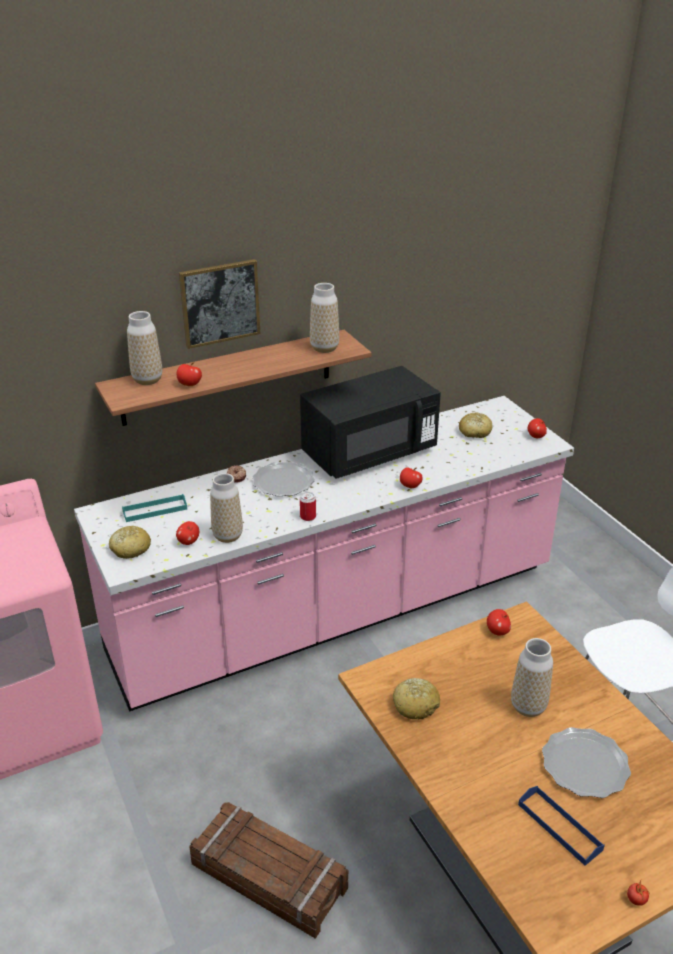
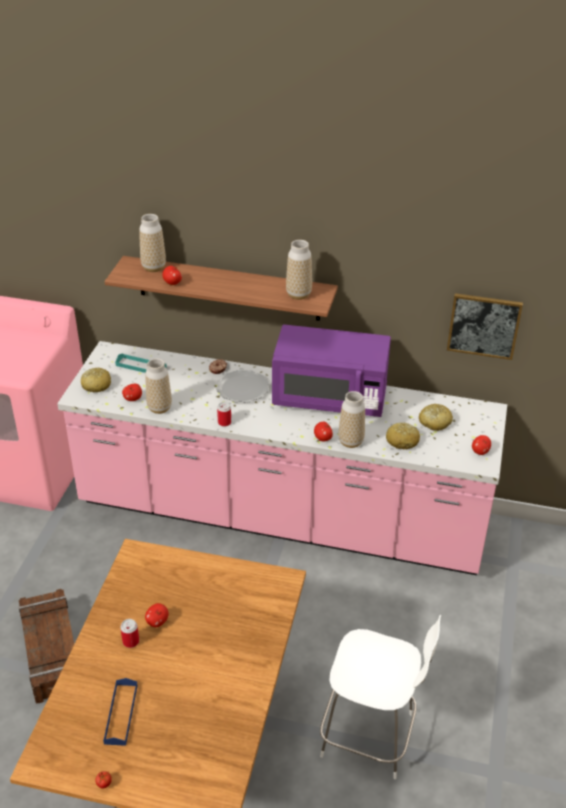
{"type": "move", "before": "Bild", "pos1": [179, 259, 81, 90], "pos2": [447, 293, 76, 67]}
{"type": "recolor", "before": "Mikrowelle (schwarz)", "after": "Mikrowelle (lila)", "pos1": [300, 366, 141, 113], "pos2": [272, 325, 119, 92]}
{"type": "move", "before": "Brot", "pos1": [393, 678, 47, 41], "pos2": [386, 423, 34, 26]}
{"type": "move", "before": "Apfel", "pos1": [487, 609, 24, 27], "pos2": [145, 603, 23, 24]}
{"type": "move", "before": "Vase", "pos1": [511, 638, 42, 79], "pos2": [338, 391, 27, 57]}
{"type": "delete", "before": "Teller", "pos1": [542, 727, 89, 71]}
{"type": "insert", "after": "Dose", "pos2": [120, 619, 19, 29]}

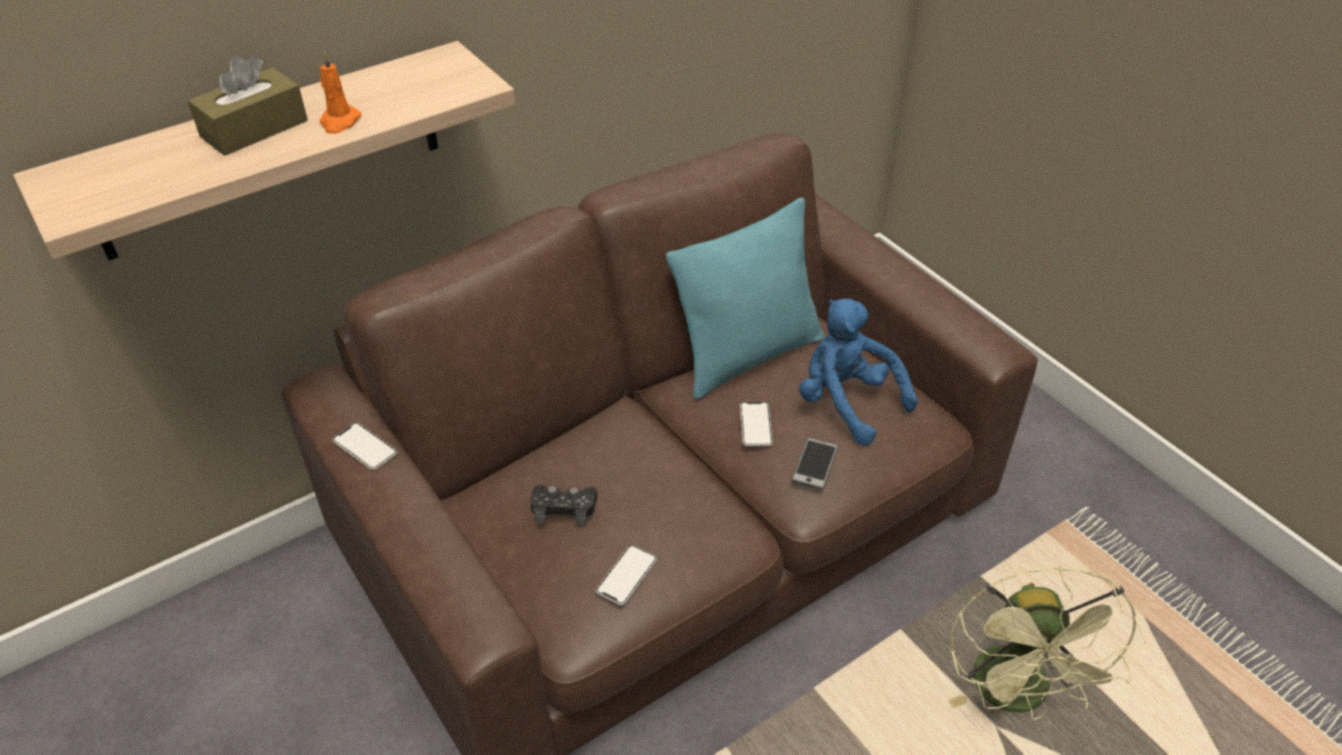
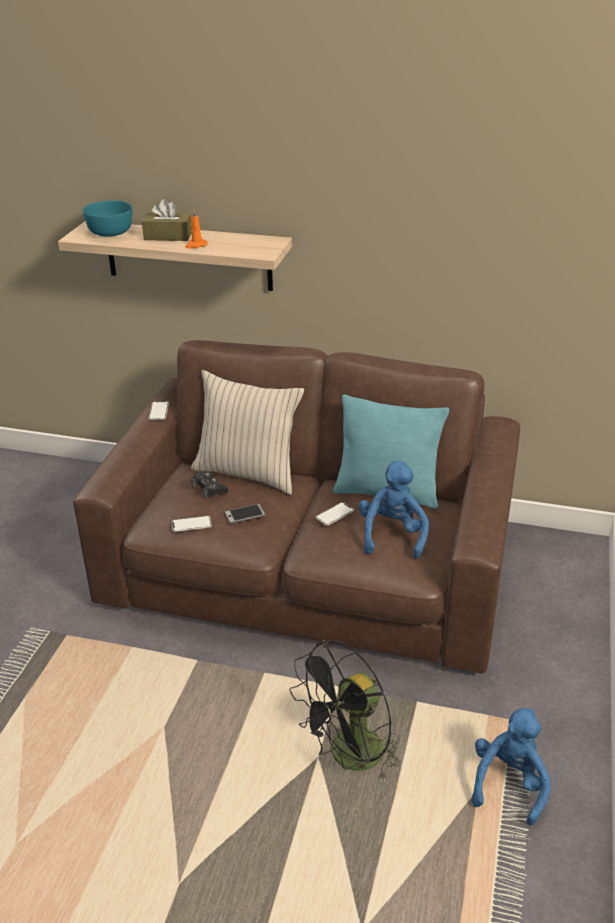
{"type": "move", "before": "Handy", "pos1": [791, 437, 48, 53], "pos2": [224, 504, 42, 20]}
{"type": "recolor", "before": "Ventilator (grün)", "after": "Ventilator (schwarz)", "pos1": [948, 566, 198, 154], "pos2": [290, 639, 110, 142]}
{"type": "insert", "after": "Schüssel (türkis)", "pos2": [83, 200, 49, 37]}
{"type": "insert", "after": "Kissen (beige)", "pos2": [191, 370, 114, 125]}
{"type": "insert", "after": "Plüschtier (blau)", "pos2": [472, 708, 79, 118]}

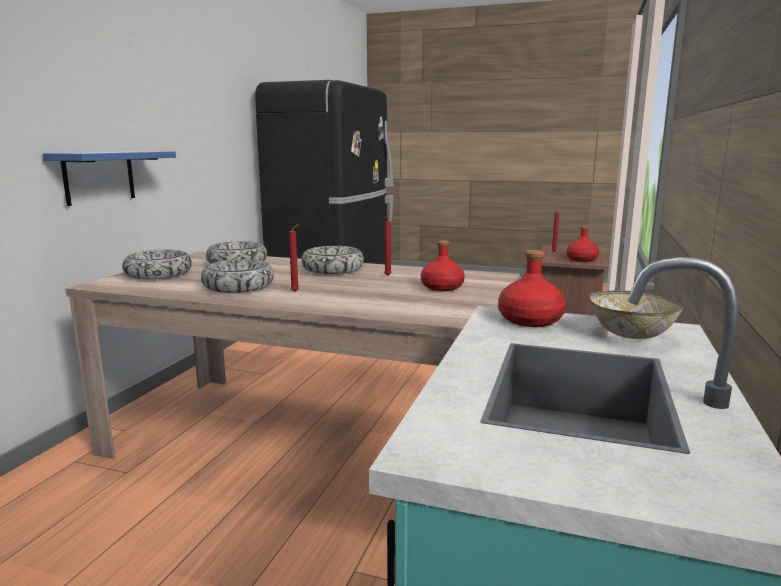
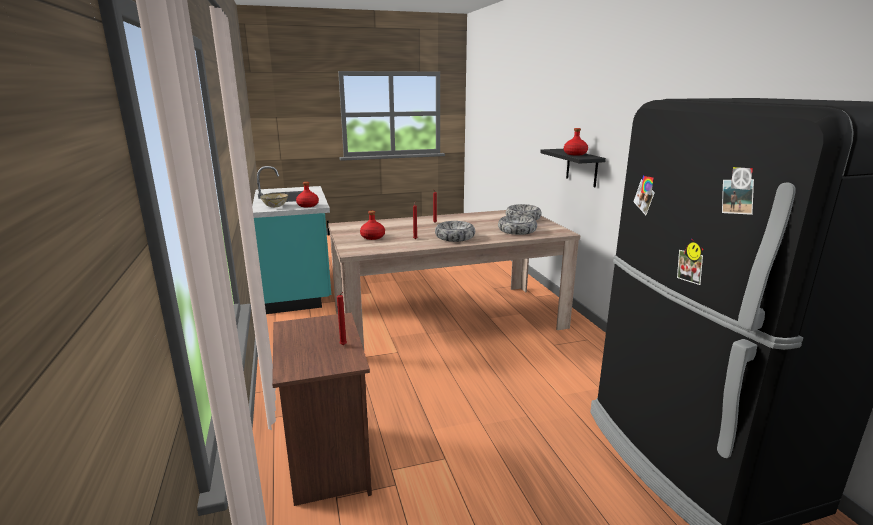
{"type": "recolor", "before": "Wandregal (blau)", "after": "Wandregal (schwarz)", "pos1": [43, 151, 133, 55], "pos2": [540, 149, 66, 38]}
{"type": "delete", "before": "Schüssel", "pos1": [201, 259, 73, 34]}
{"type": "move", "before": "Flasche (rot)", "pos1": [566, 226, 33, 36], "pos2": [564, 128, 24, 27]}

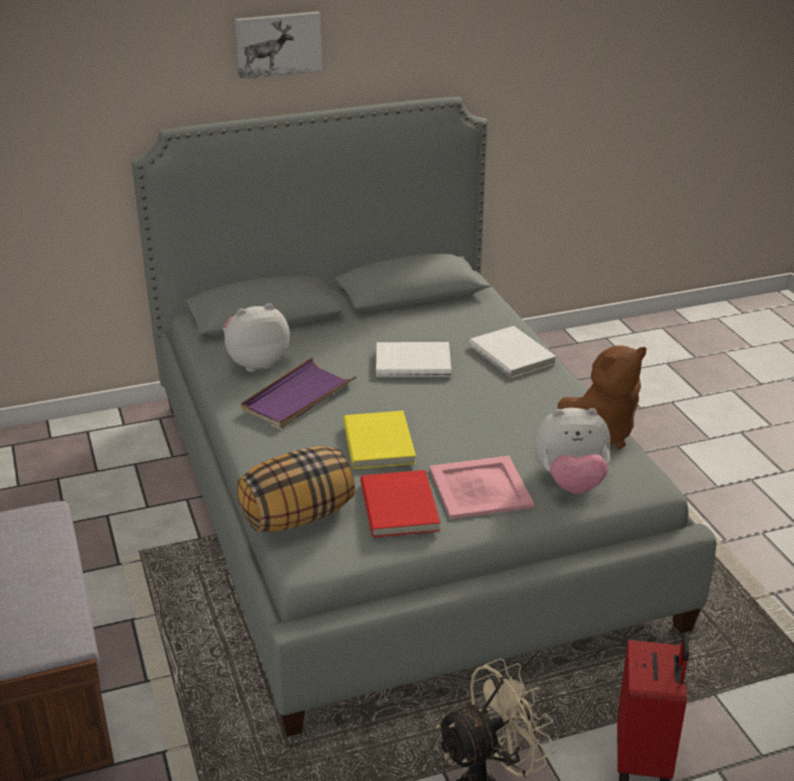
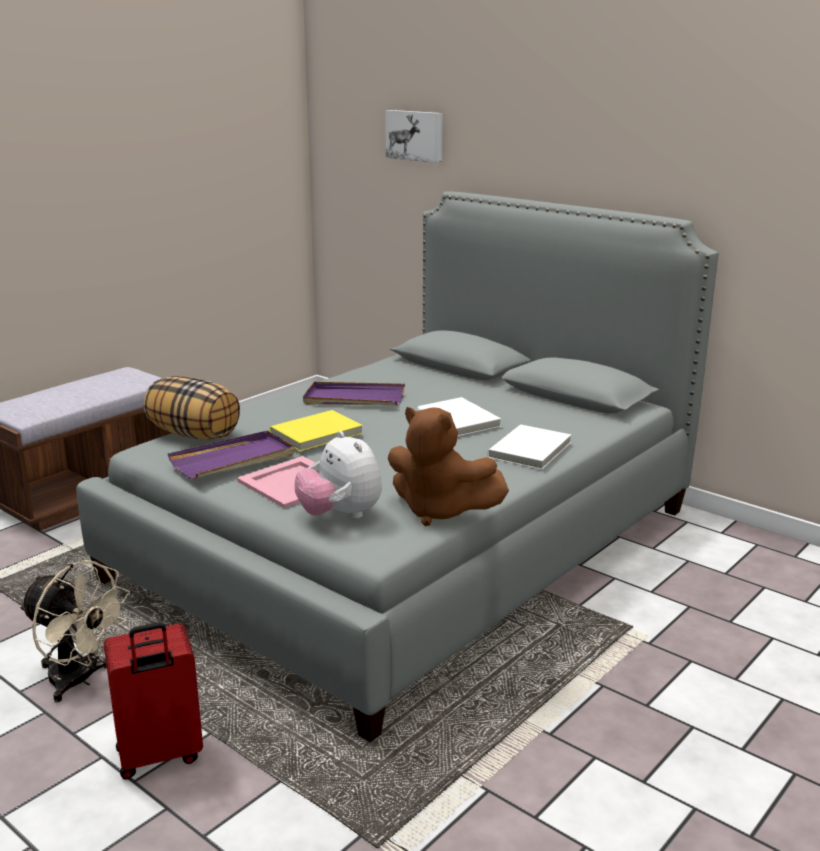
{"type": "delete", "before": "Plüschtier", "pos1": [223, 303, 67, 69]}
{"type": "move", "before": "Bild", "pos1": [235, 11, 87, 68], "pos2": [385, 110, 58, 53]}
{"type": "replace", "before": "Buch (rot)", "after": "Tablett (lila)", "pos1": [360, 470, 80, 67], "pos2": [167, 431, 128, 48]}

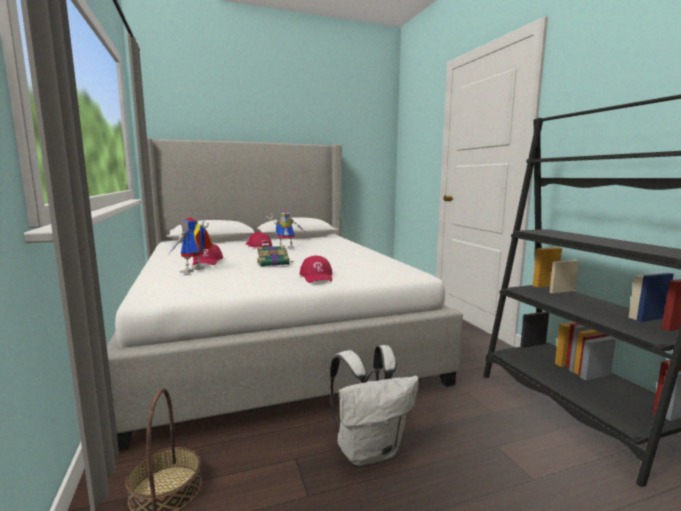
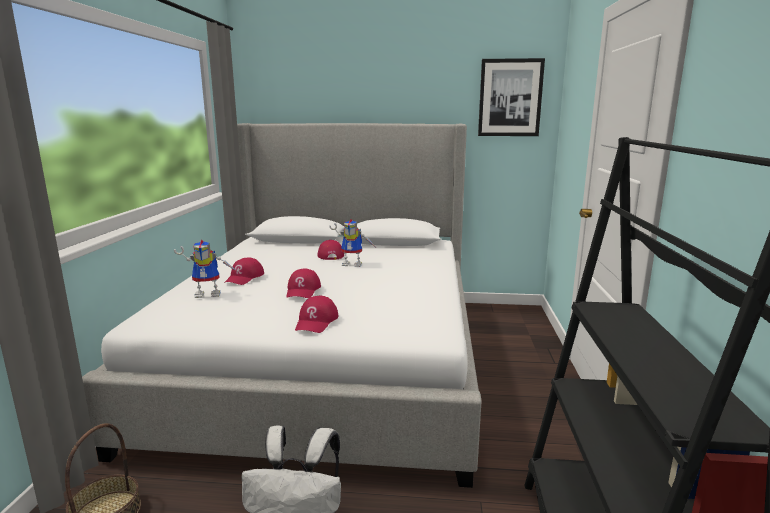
{"type": "rotate", "before": "Spielzeugroboter", "pos1": [169, 217, 44, 56], "pos2": [174, 240, 62, 58], "turn": -150}
{"type": "replace", "before": "Buch", "after": "Kappe (rot)", "pos1": [257, 245, 35, 22], "pos2": [286, 268, 35, 30]}
{"type": "insert", "after": "Bild", "pos2": [478, 58, 67, 78]}

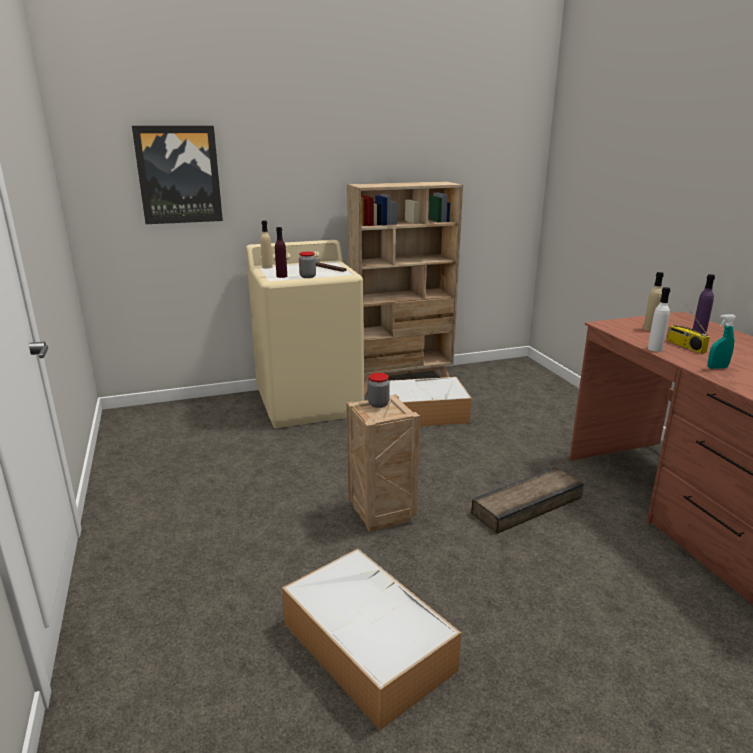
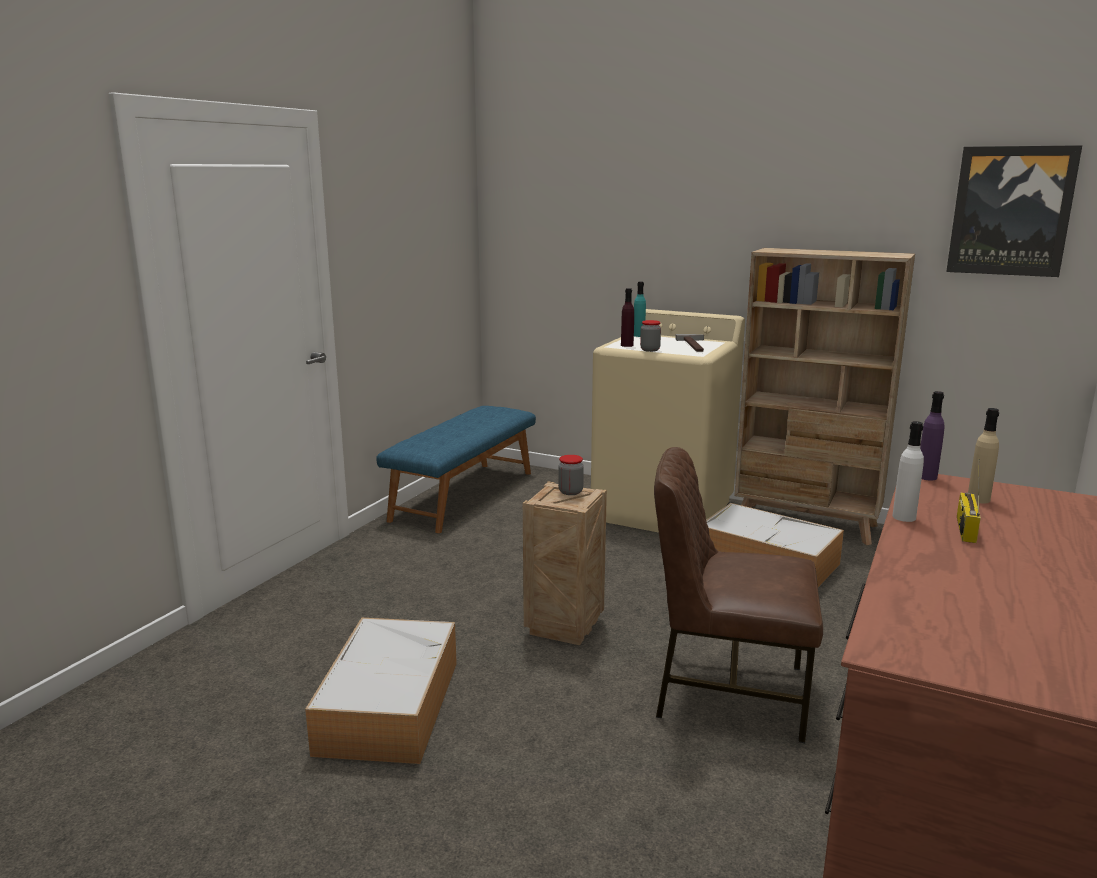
{"type": "move", "before": "Bild", "pos1": [132, 126, 91, 98], "pos2": [946, 145, 136, 132]}
{"type": "recolor", "before": "Flasche (beige)", "after": "Flasche (türkis)", "pos1": [260, 221, 13, 47], "pos2": [634, 281, 12, 56]}
{"type": "replace", "before": "Kiste", "after": "Stuhl (braun)", "pos1": [471, 467, 113, 67], "pos2": [654, 447, 169, 296]}
{"type": "move", "before": "Flasche (lila)", "pos1": [693, 274, 22, 60], "pos2": [920, 391, 25, 89]}
{"type": "delete", "before": "Sprühflasche (türkis)", "pos1": [708, 314, 29, 55]}
{"type": "insert", "after": "Bank (blau)", "pos2": [376, 406, 160, 127]}

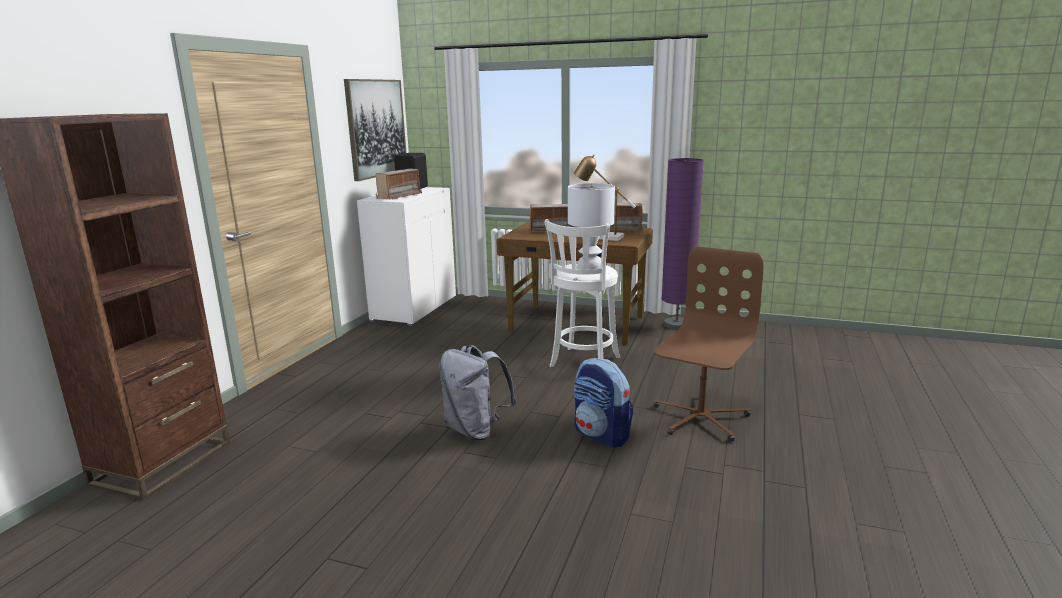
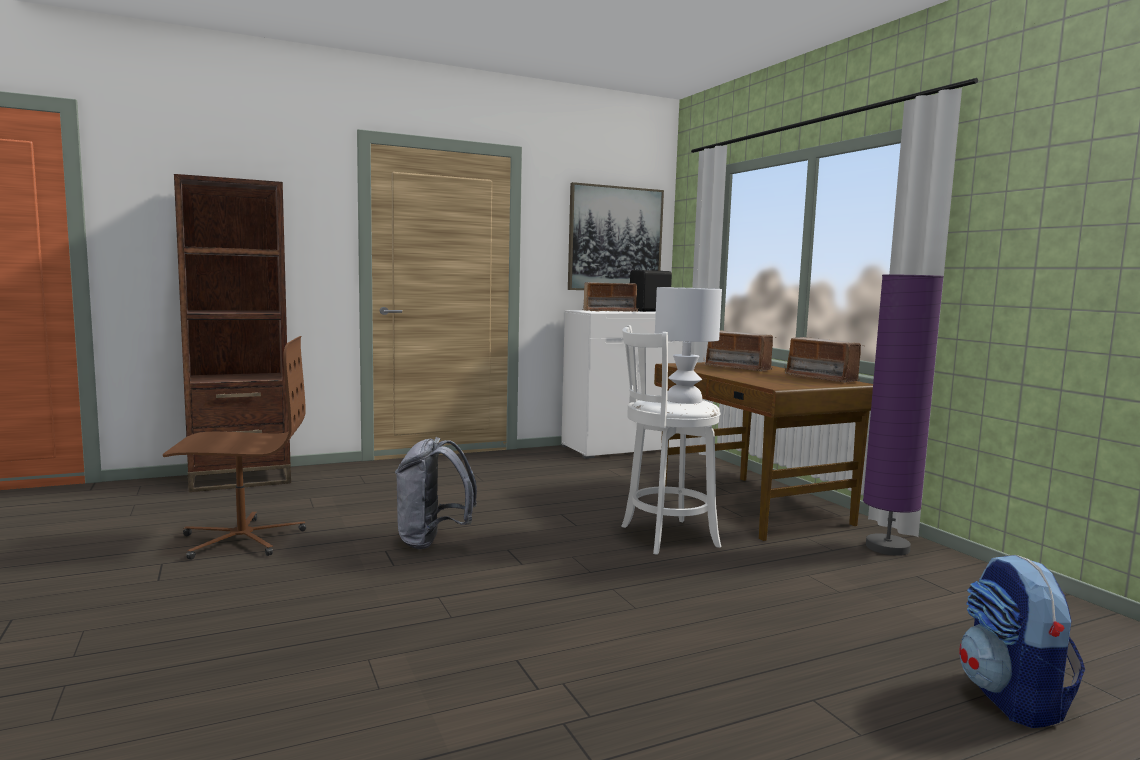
{"type": "delete", "before": "Tischlampe", "pos1": [574, 154, 62, 87]}
{"type": "move", "before": "Rucksack", "pos1": [574, 358, 59, 90], "pos2": [959, 555, 126, 173]}
{"type": "move", "before": "Bürostuhl (braun)", "pos1": [653, 246, 111, 196], "pos2": [163, 336, 143, 224]}

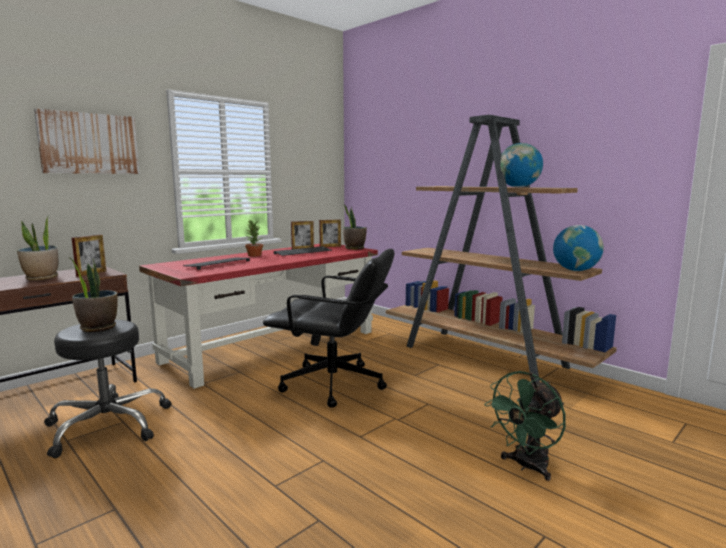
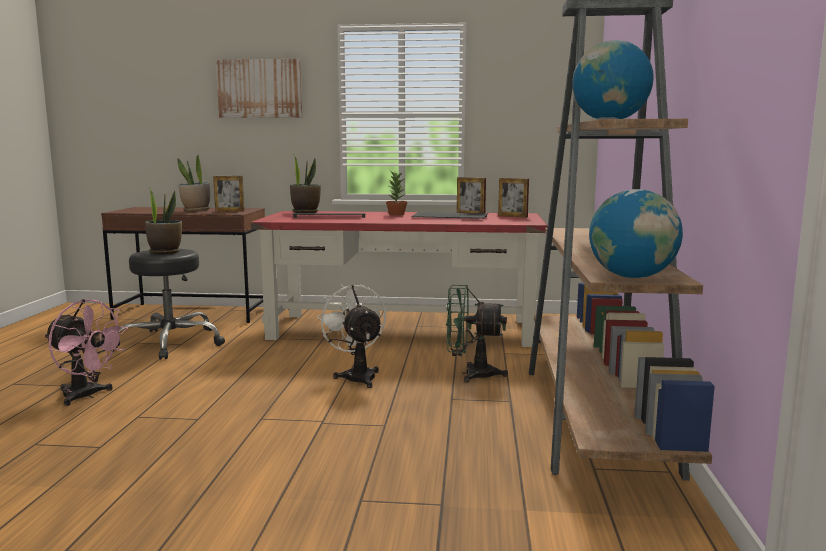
{"type": "replace", "before": "Bürostuhl (schwarz)", "after": "Ventilator (weiß)", "pos1": [263, 249, 131, 159], "pos2": [317, 284, 69, 104]}
{"type": "move", "before": "Topfpflanze", "pos1": [343, 205, 24, 44], "pos2": [290, 156, 31, 57]}
{"type": "move", "before": "Ventilator (grün)", "pos1": [484, 371, 82, 110], "pos2": [446, 284, 62, 98]}
{"type": "insert", "after": "Ventilator (rosa)", "pos2": [44, 299, 84, 107]}

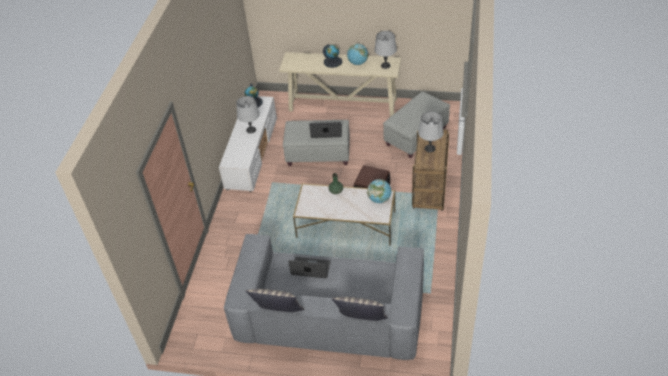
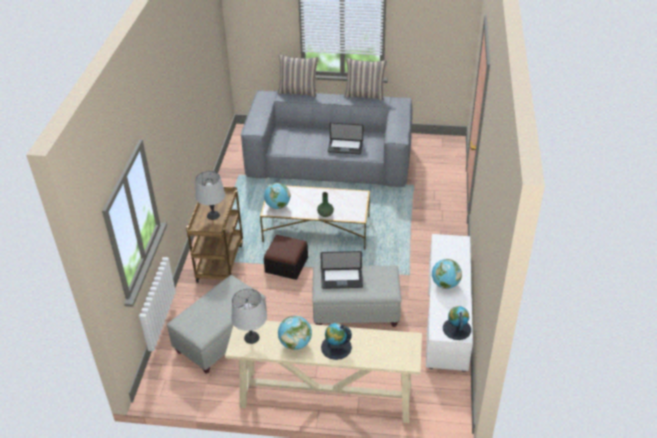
{"type": "replace", "before": "Tischlampe (grau)", "after": "Globus", "pos1": [236, 96, 24, 37], "pos2": [432, 259, 30, 30]}

